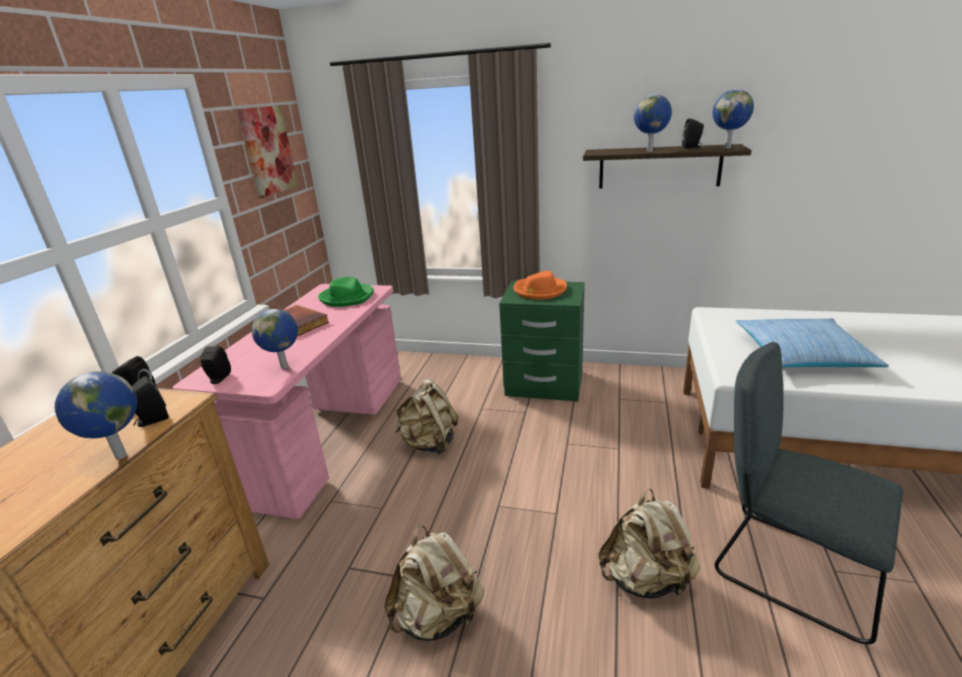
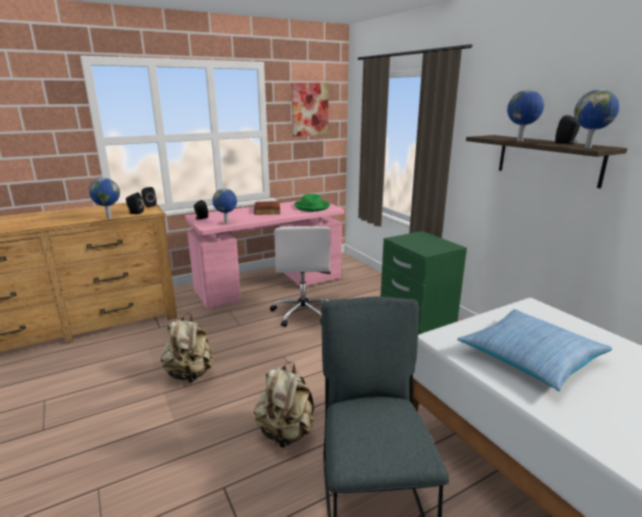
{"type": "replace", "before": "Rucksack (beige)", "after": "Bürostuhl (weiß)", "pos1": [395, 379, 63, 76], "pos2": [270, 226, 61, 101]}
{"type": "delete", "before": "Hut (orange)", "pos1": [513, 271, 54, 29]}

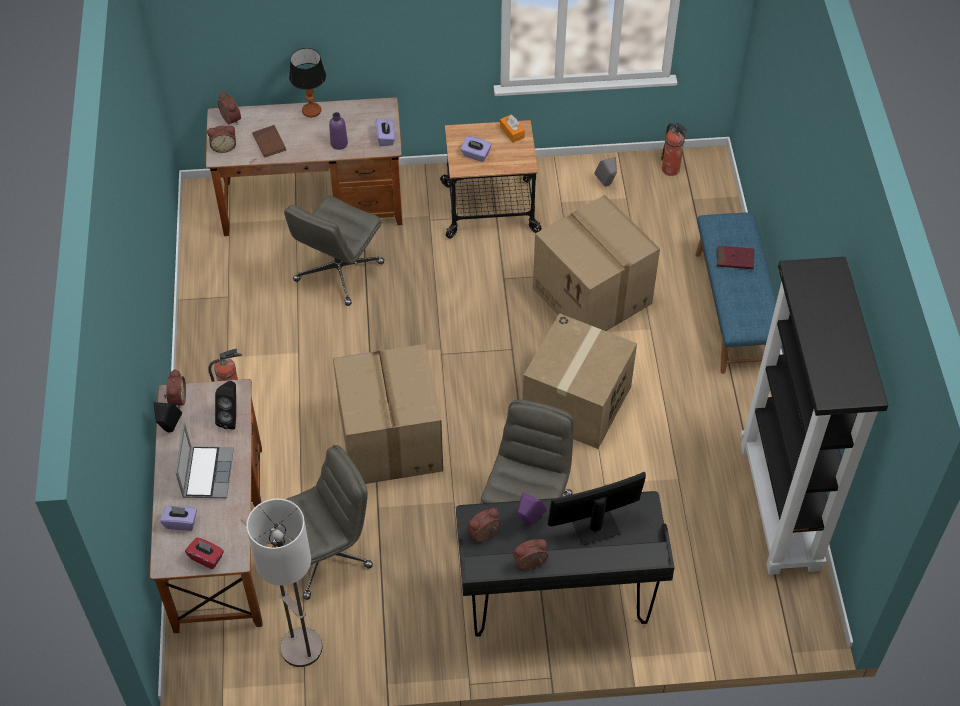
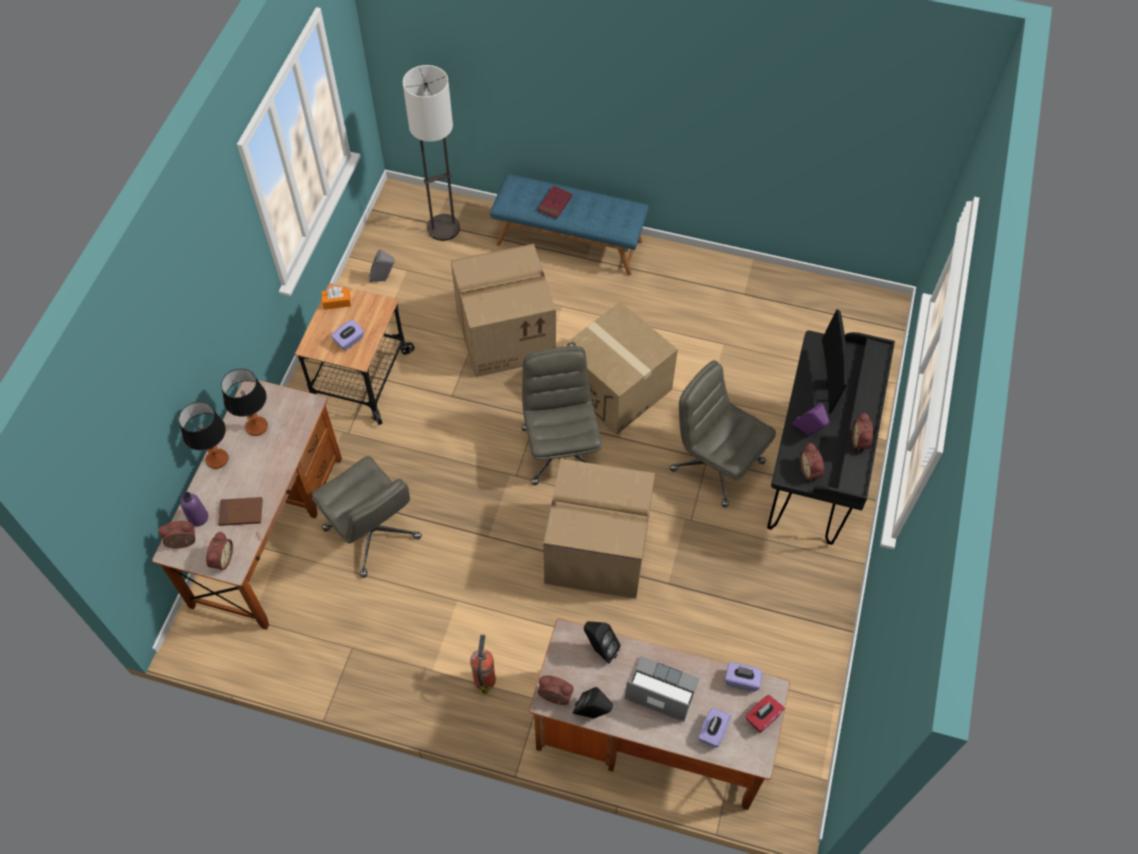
{"type": "move", "before": "Stehlampe", "pos1": [246, 498, 76, 169], "pos2": [403, 65, 57, 176]}
{"type": "move", "before": "Bürostuhl (grau)", "pos1": [272, 445, 101, 155], "pos2": [522, 346, 80, 139]}
{"type": "move", "before": "Flasche (lila)", "pos1": [329, 112, 19, 38], "pos2": [180, 492, 28, 34]}
{"type": "move", "before": "Taschentuchbox (lila)", "pos1": [376, 119, 19, 27], "pos2": [725, 663, 37, 29]}
{"type": "delete", "before": "Feuerlöscher", "pos1": [661, 123, 26, 53]}
{"type": "delete", "before": "Bücherregal (schwarz)", "pos1": [740, 257, 148, 318]}
{"type": "insert", "after": "Tischlampe", "pos2": [221, 369, 47, 67]}

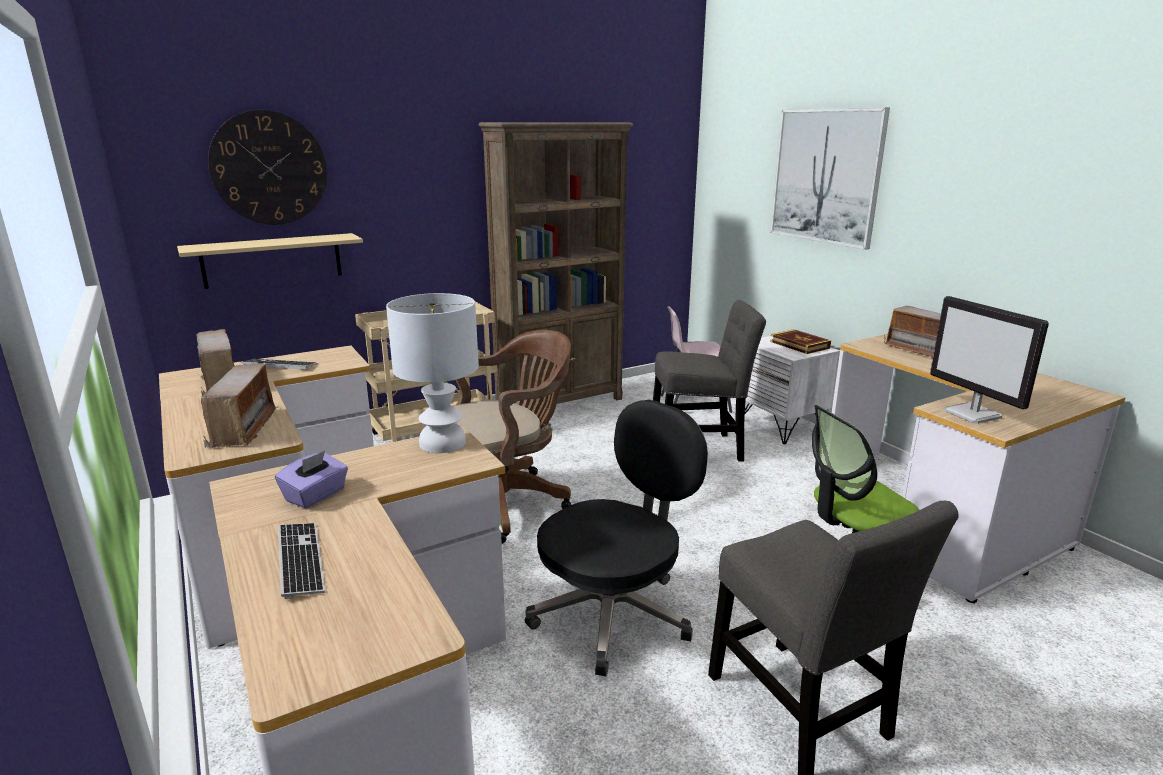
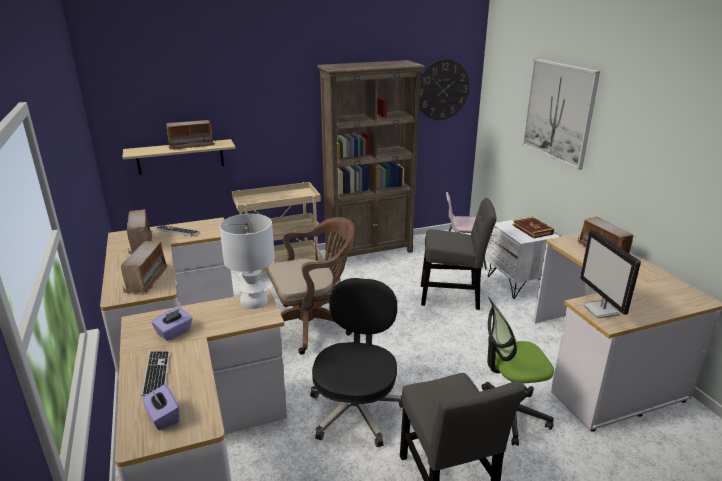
{"type": "move", "before": "Wanduhr", "pos1": [208, 110, 119, 115], "pos2": [419, 59, 51, 61]}
{"type": "rotate", "before": "Bürostuhl (schwarz)", "pos1": [525, 400, 183, 277], "pos2": [310, 278, 93, 169], "turn": -45}
{"type": "insert", "after": "Taschentuchbox (lila)", "pos2": [142, 384, 38, 46]}
{"type": "insert", "after": "Radio", "pos2": [166, 120, 49, 30]}

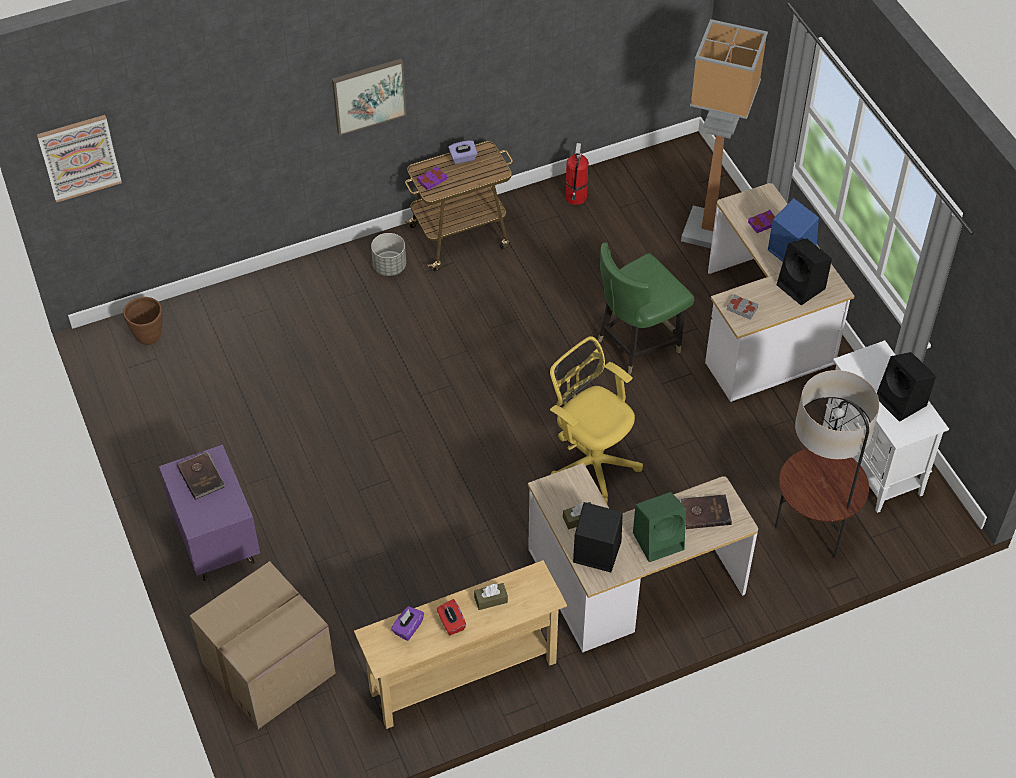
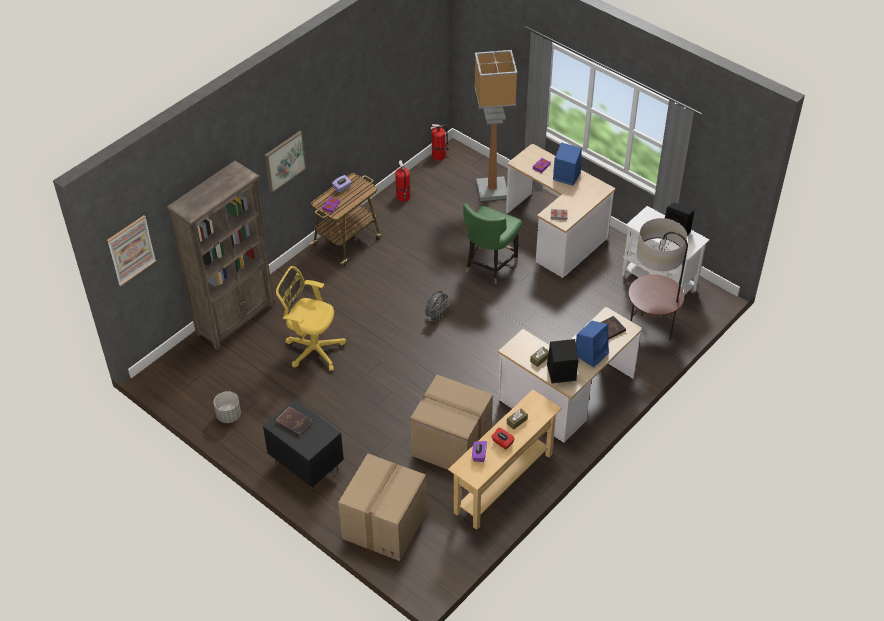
{"type": "delete", "before": "Pflanzkübel (braun)", "pos1": [123, 297, 39, 48]}
{"type": "recolor", "before": "Nachttisch (lila)", "after": "Nachttisch (schwarz)", "pos1": [159, 445, 101, 136], "pos2": [263, 400, 81, 92]}
{"type": "move", "before": "Pflanzkübel (grau)", "pos1": [371, 233, 35, 43], "pos2": [214, 391, 27, 32]}
{"type": "move", "before": "Bürostuhl (gelb)", "pos1": [550, 336, 93, 167], "pos2": [276, 266, 70, 105]}
{"type": "recolor", "before": "Lautsprecher (grün)", "after": "Lautsprecher (blau)", "pos1": [633, 492, 53, 70], "pos2": [576, 321, 33, 46]}
{"type": "delete", "before": "Lautsprecher (schwarz)", "pos1": [776, 238, 56, 67]}
{"type": "insert", "after": "Bücherregal (braun)", "pos2": [167, 161, 108, 189]}
{"type": "insert", "after": "Karton", "pos2": [410, 375, 83, 95]}
{"type": "insert", "after": "Ventilator (grau)", "pos2": [425, 291, 25, 30]}
{"type": "insert", "after": "Feuerlöscher", "pos2": [431, 124, 18, 37]}

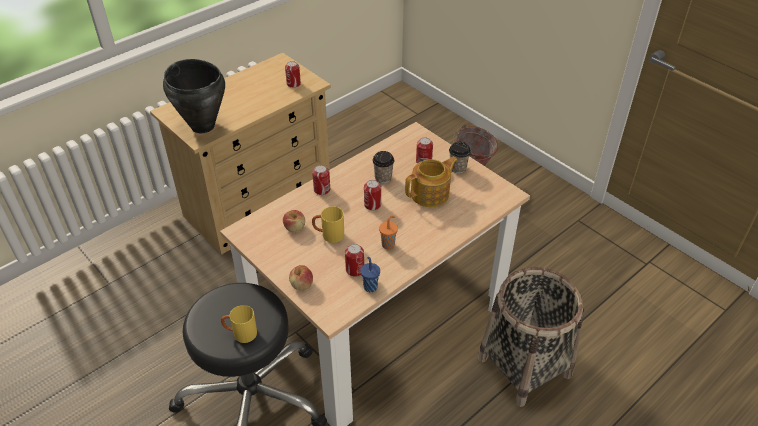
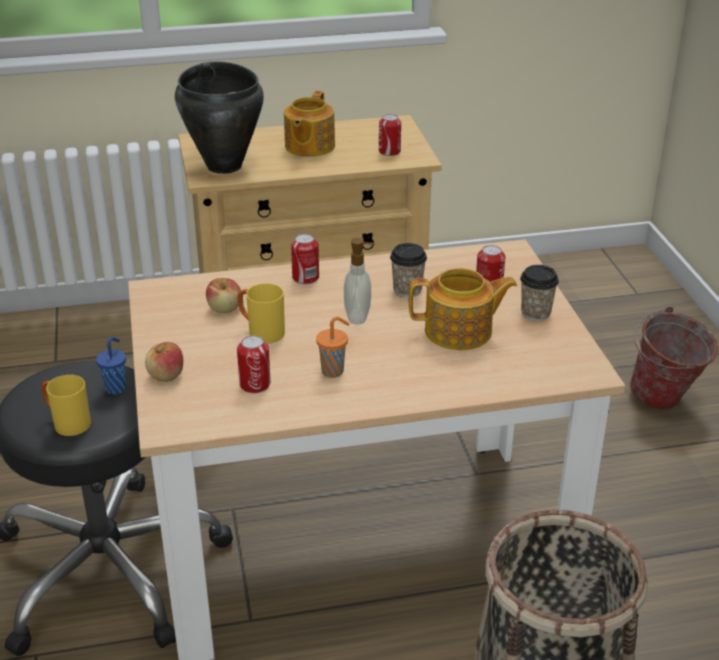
{"type": "move", "before": "Tasse (blau)", "pos1": [360, 257, 20, 35], "pos2": [96, 337, 30, 58]}
{"type": "replace", "before": "Dose", "after": "Seifenspender", "pos1": [364, 180, 17, 30], "pos2": [344, 238, 31, 87]}
{"type": "insert", "after": "Teekanne", "pos2": [284, 91, 51, 66]}

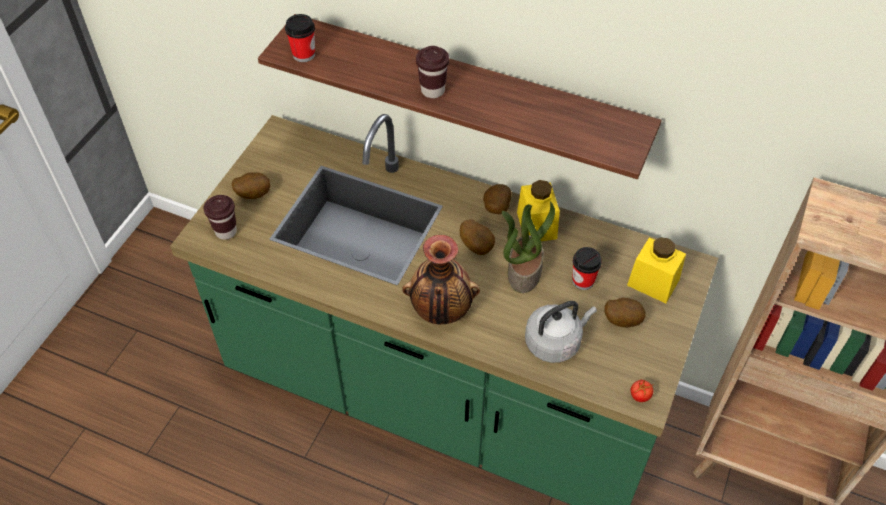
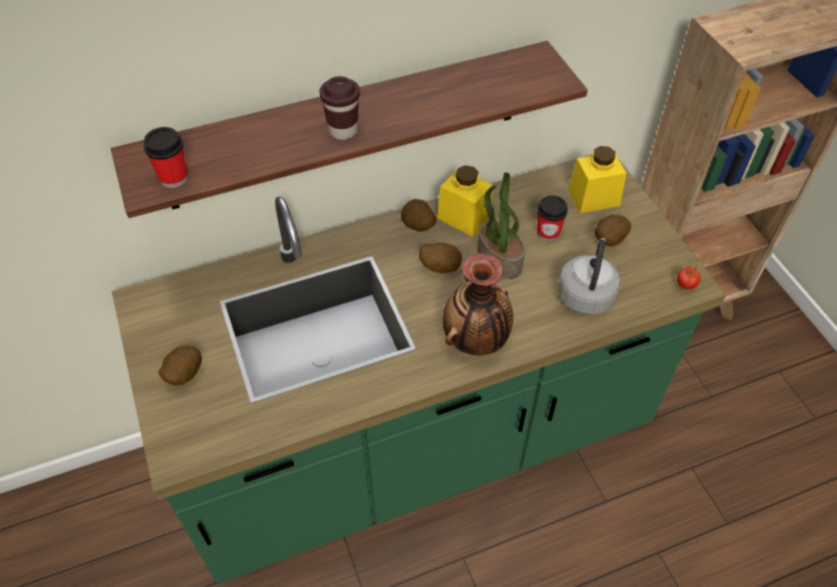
{"type": "delete", "before": "Tasse (braun)", "pos1": [203, 195, 34, 45]}

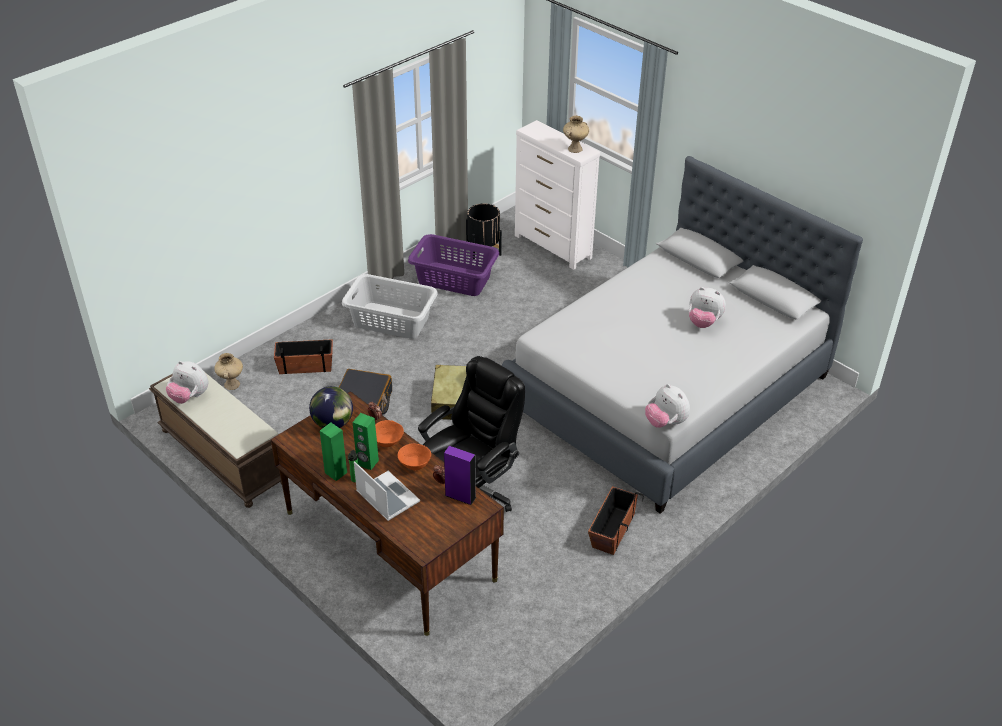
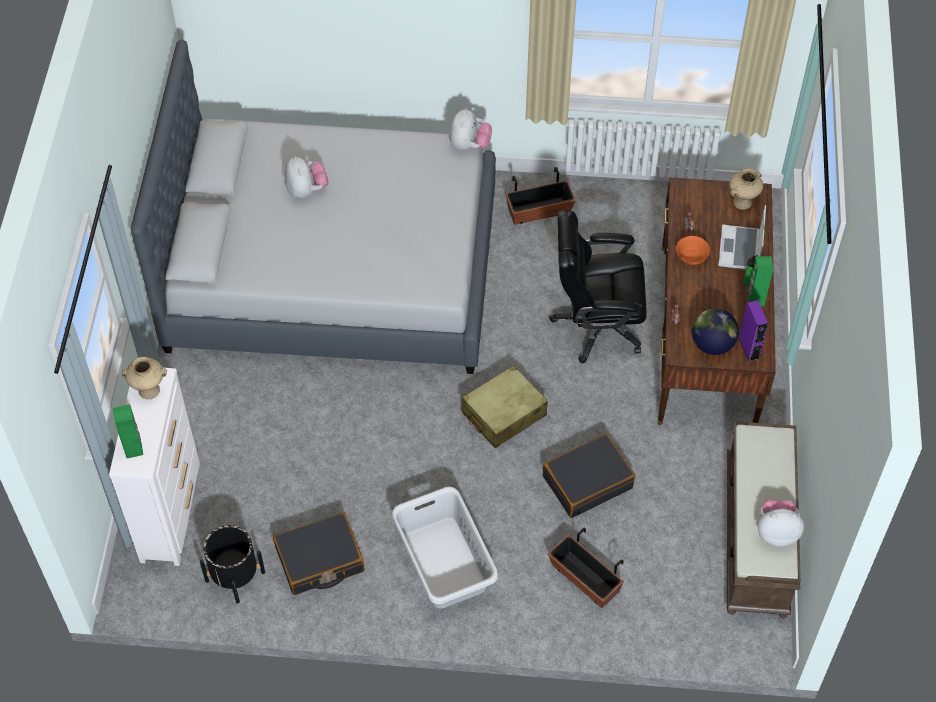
{"type": "rotate", "before": "Plüschtier", "pos1": [166, 361, 42, 43], "pos2": [758, 500, 46, 47], "turn": -75}
{"type": "move", "before": "Vase (beige)", "pos1": [214, 353, 29, 37], "pos2": [729, 168, 34, 42]}
{"type": "move", "before": "Lautsprecher (grün)", "pos1": [353, 413, 26, 57], "pos2": [113, 404, 30, 54]}
{"type": "delete", "before": "Schüssel (orange)", "pos1": [375, 420, 29, 27]}
{"type": "replace", "before": "Wäschekorb (lila)", "after": "Koffer (schwarz)", "pos1": [408, 234, 91, 62], "pos2": [273, 512, 91, 83]}
{"type": "move", "before": "Lautsprecher (lila)", "pos1": [444, 446, 32, 59], "pos2": [738, 300, 30, 62]}

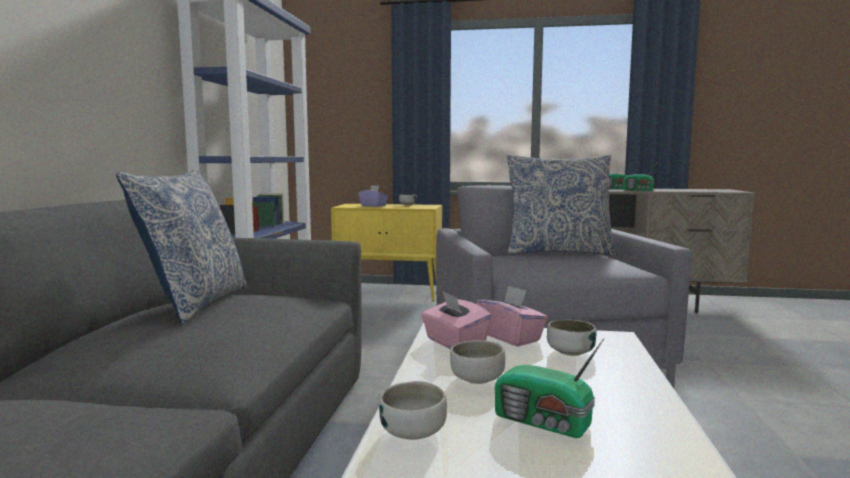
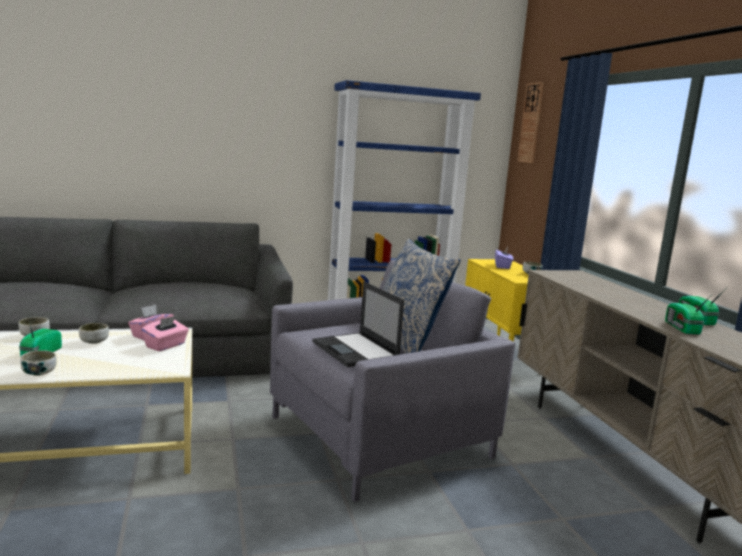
{"type": "delete", "before": "Kissen", "pos1": [116, 169, 132, 155]}
{"type": "move", "before": "Schüssel", "pos1": [547, 320, 50, 36], "pos2": [20, 350, 37, 26]}
{"type": "insert", "after": "Laptop", "pos2": [312, 281, 92, 86]}
{"type": "insert", "after": "Wanduhr", "pos2": [517, 82, 27, 81]}

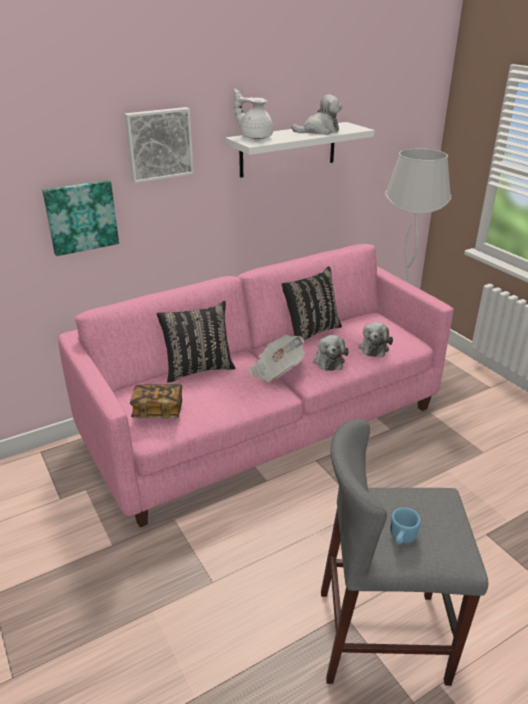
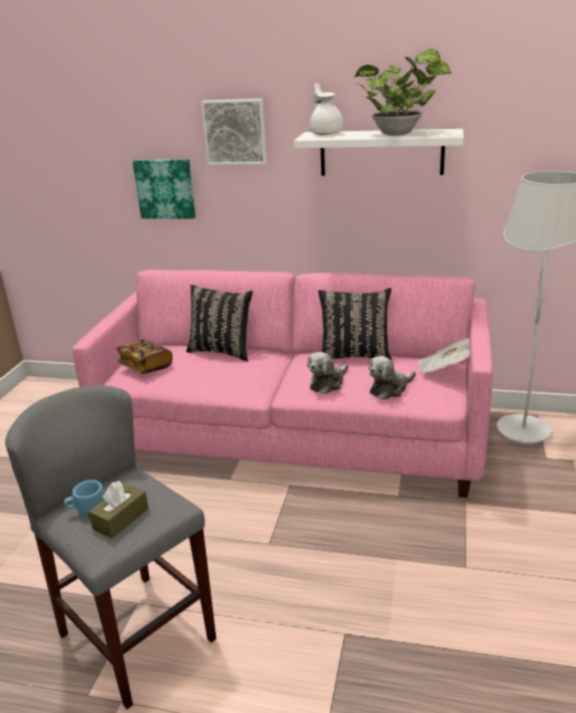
{"type": "move", "before": "Zeitung", "pos1": [248, 335, 57, 48], "pos2": [417, 338, 53, 36]}
{"type": "replace", "before": "Plüschtier", "after": "Topfpflanze", "pos1": [292, 95, 50, 40], "pos2": [354, 49, 97, 87]}
{"type": "insert", "after": "Taschentuchbox (braun)", "pos2": [89, 481, 60, 58]}

